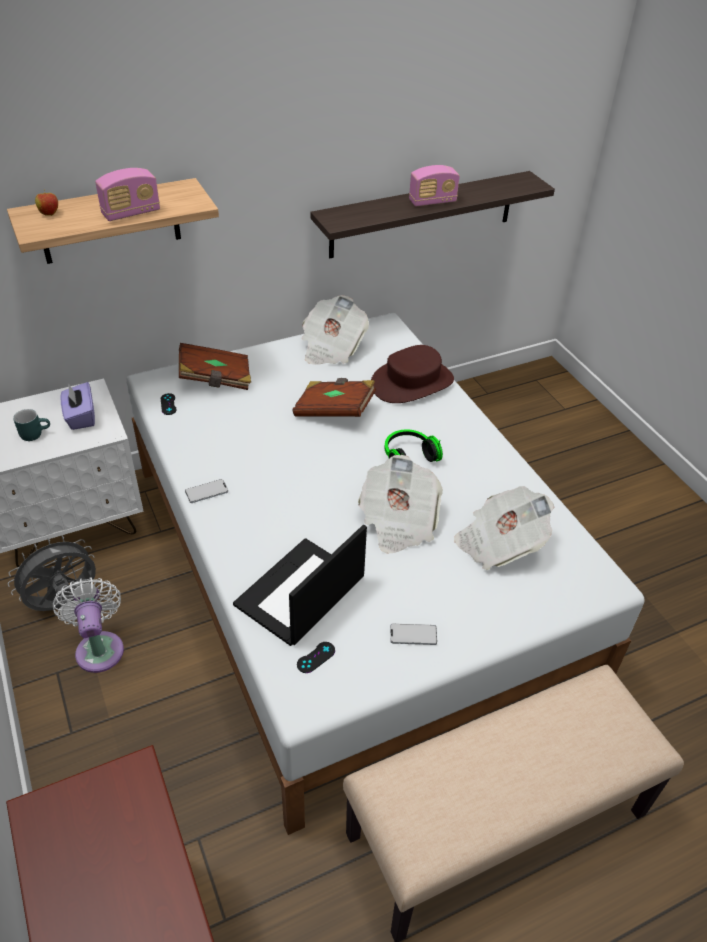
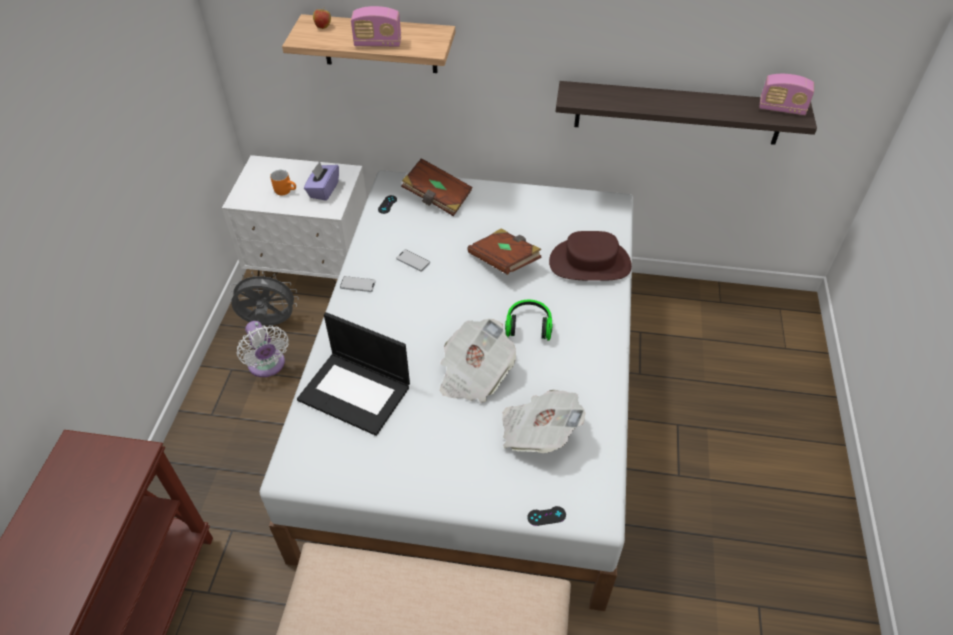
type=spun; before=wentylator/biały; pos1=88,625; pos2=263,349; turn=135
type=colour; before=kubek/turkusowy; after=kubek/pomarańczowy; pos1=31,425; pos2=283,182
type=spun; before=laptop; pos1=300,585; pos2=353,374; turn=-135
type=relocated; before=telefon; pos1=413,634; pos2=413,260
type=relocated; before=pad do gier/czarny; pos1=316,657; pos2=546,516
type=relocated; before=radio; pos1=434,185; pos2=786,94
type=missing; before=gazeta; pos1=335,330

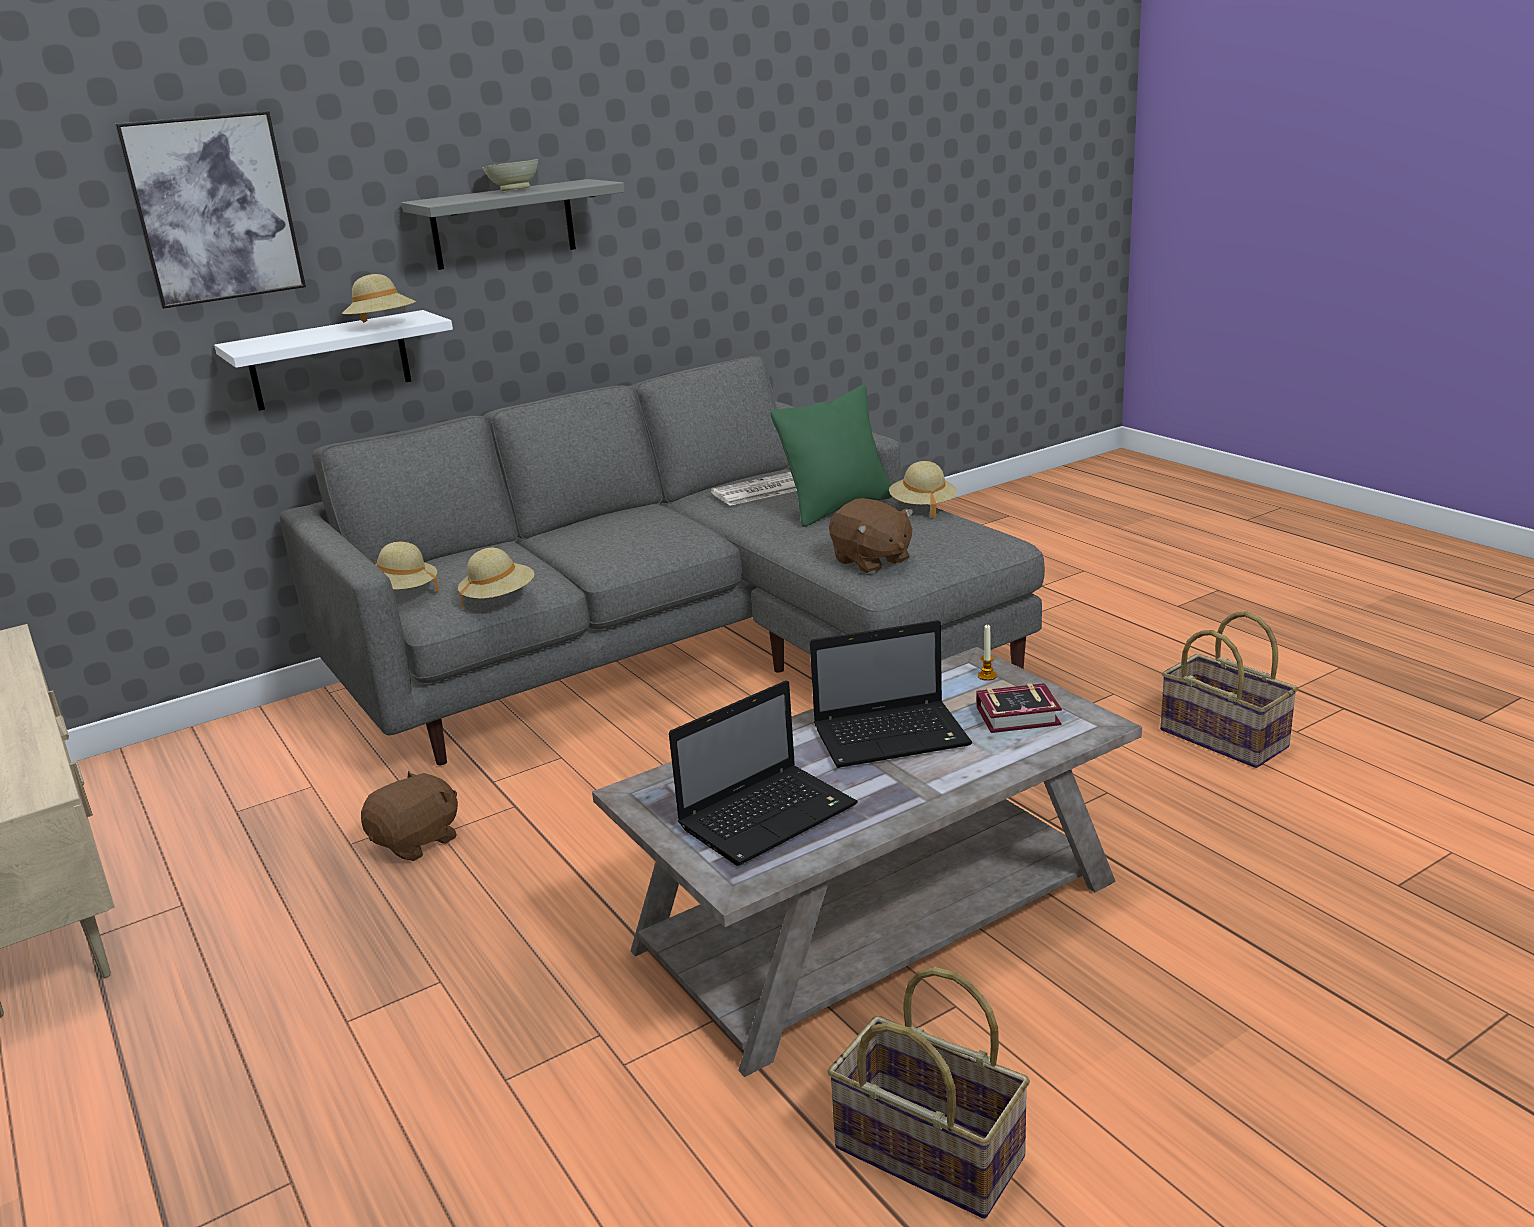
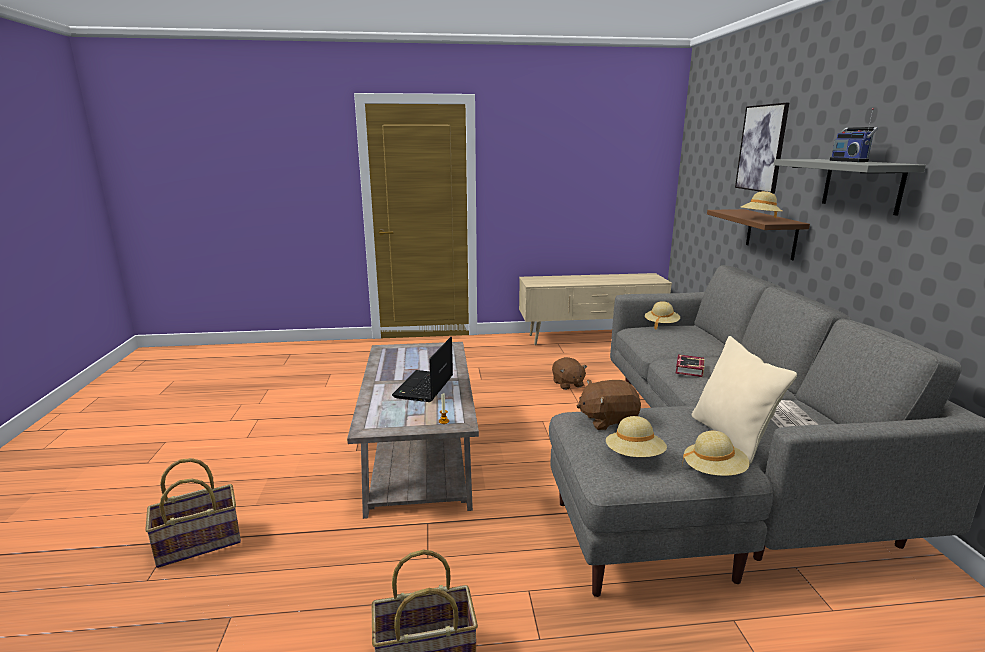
type=relocated; before=koszyk; pos1=928,1093; pos2=193,513
type=relocated; before=kapelusz/beżowy; pos1=496,578; pos2=636,436
type=relocated; before=książka; pos1=1019,708; pos2=690,366
type=colour; before=poduszka/zielony; after=poduszka/beżowy; pos1=831,456; pos2=744,400
type=colour; before=półka/biały; after=półka/brązowy; pos1=333,360; pos2=758,234
type=exchanged; before=miska/beżowy; after=radio; pos1=511,175; pos2=853,135
type=missing; before=laptop; pos1=763,773

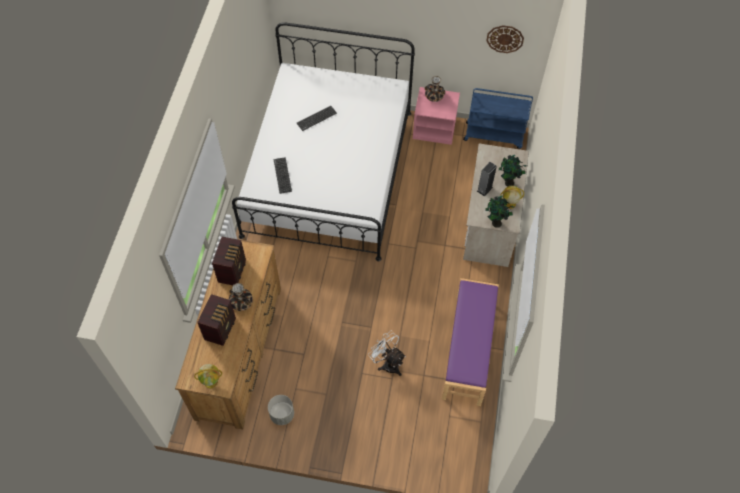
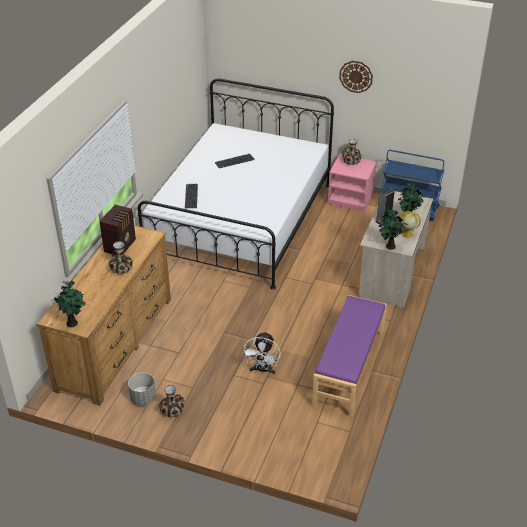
type=exchanged; before=globus; after=roślina doniczkowa; pos1=208,376; pos2=69,304
type=appeared; after=wazon; pos2=171,401
type=spun; before=wentylator/biały; pos1=387,353; pos2=261,352; turn=-135
type=relocated; before=zegar ścienny; pos1=505,39; pos2=356,77
type=missing; before=radio; pos1=216,320

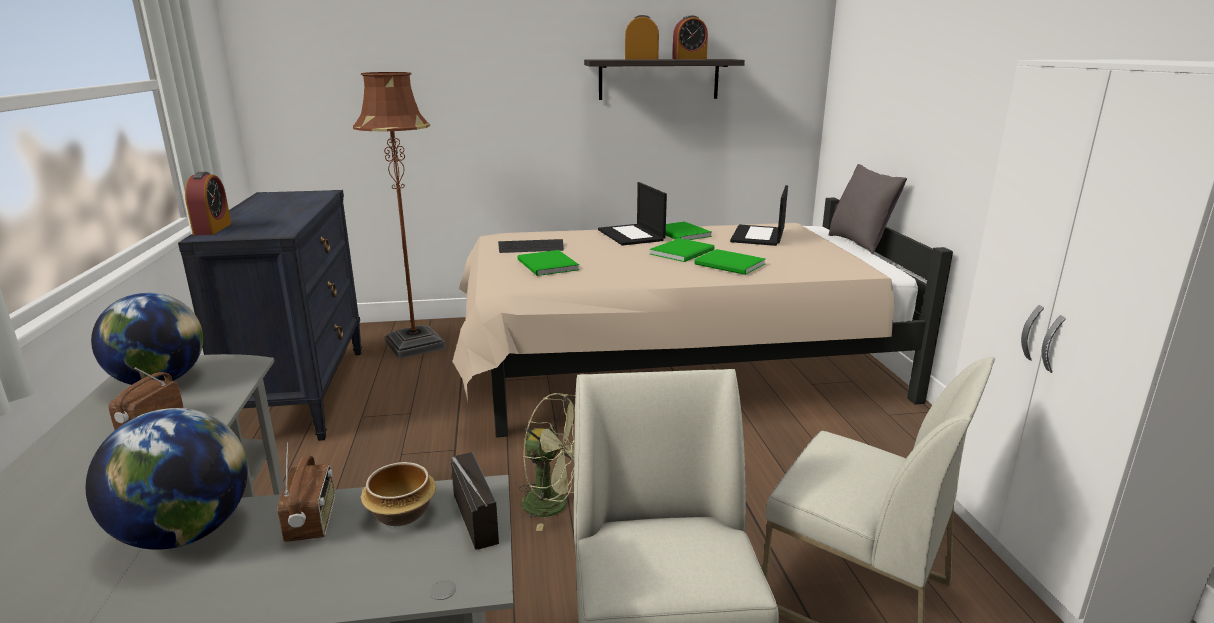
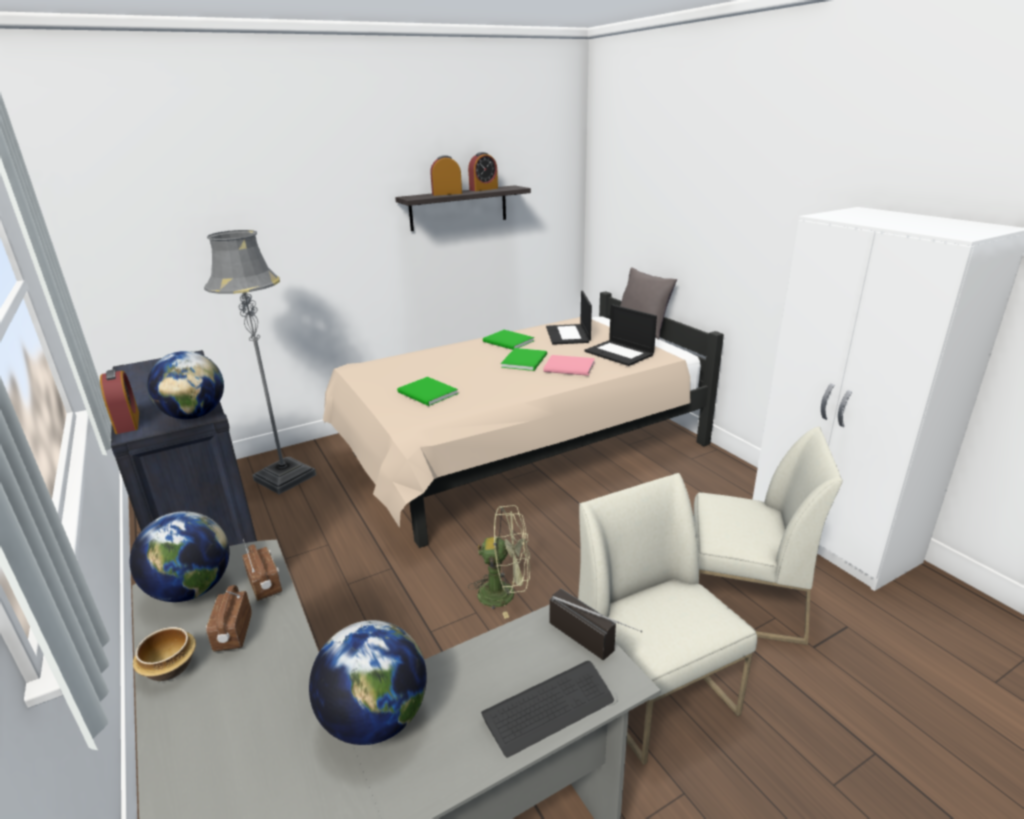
type=relocated; before=miska; pos1=398,494; pos2=164,654
type=appeared; after=globus; pos2=185,385
type=colour; before=lampa stojąca/brązowy; after=lampa stojąca/szary; pos1=399,215; pos2=260,362
type=relocated; before=radio; pos1=306,492; pos2=262,570
type=relocated; before=klawiatura; pos1=531,246; pos2=547,709
type=colour; before=książka/zielony; after=książka/różowy; pos1=730,262; pos2=569,365
type=relocated; before=laptop; pos1=632,214; pos2=621,335

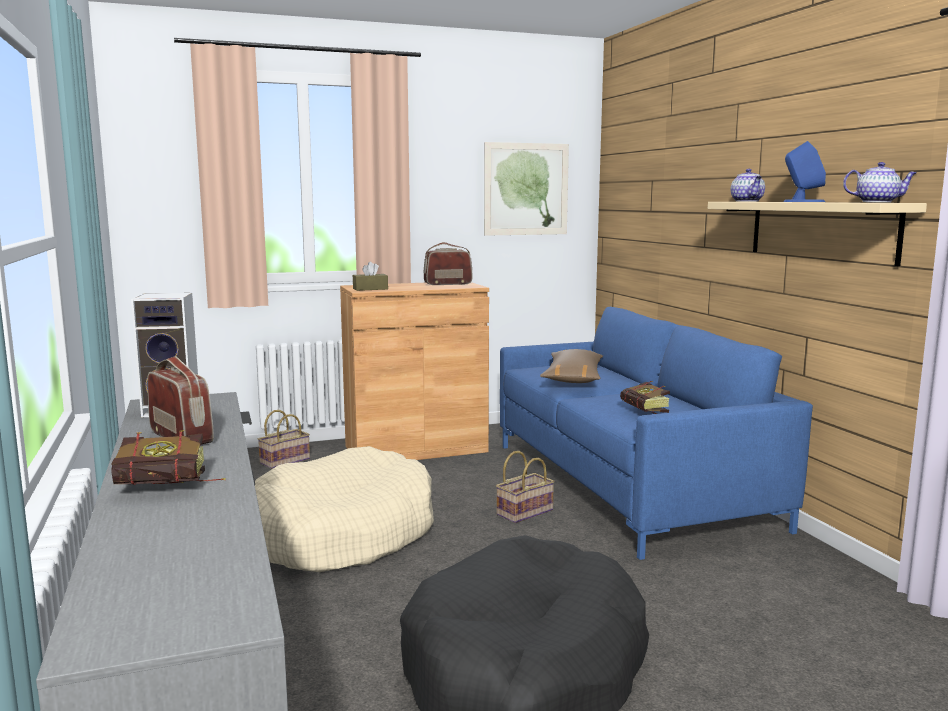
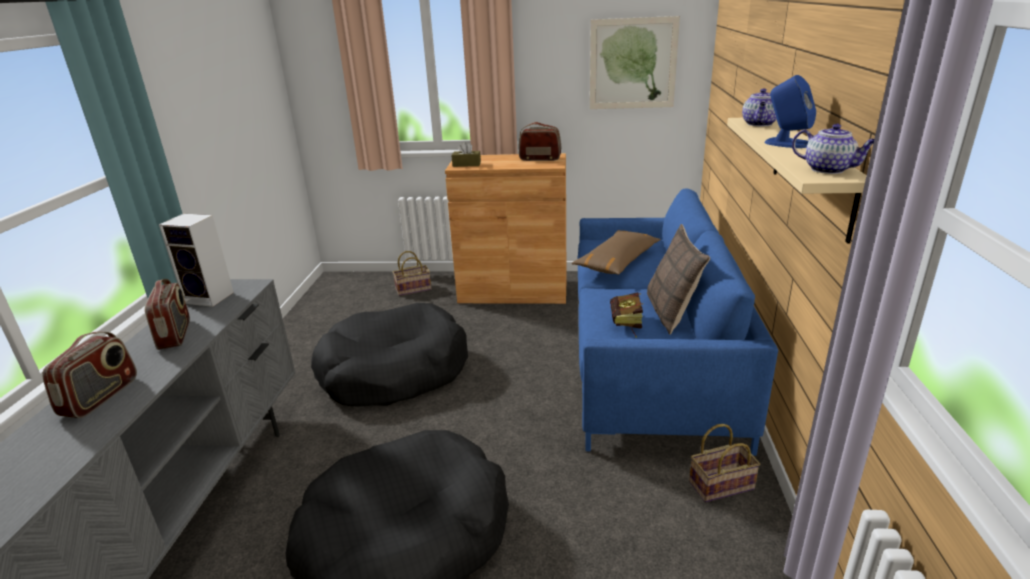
type=exchanged; before=książka; after=radio; pos1=168,457; pos2=89,374
type=colour; before=legowisko/beżowy; after=legowisko/czarny; pos1=344,509; pos2=389,355
type=appeared; after=poduszka; pos2=678,279
type=relocated; before=koszyk; pos1=525,487; pos2=724,463

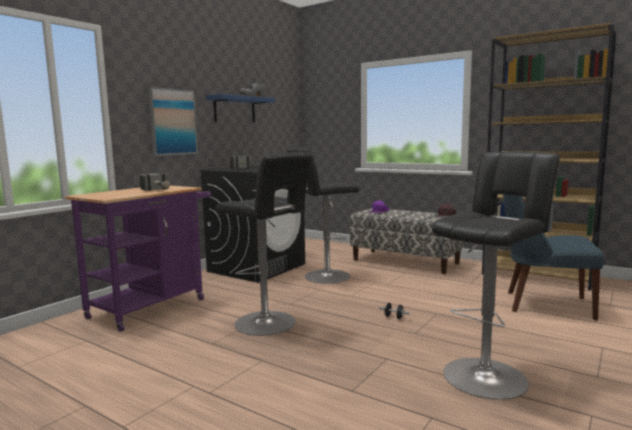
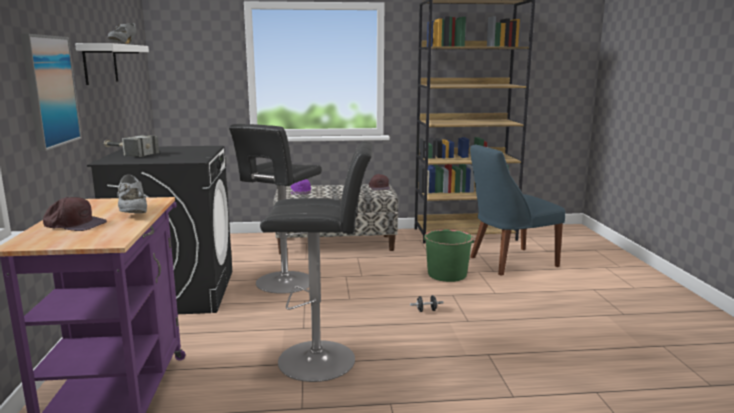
type=appeared; after=czapka z daszkiem/brązowy; pos2=75,214
type=colour; before=półka/niebieski; after=półka/biały; pos1=240,108; pos2=112,64
type=exchanged; before=młotek; after=but/szary; pos1=155,182; pos2=132,193
type=appeared; after=wiadro/zielony; pos2=449,256
type=missing; before=stołek/czarny; pos1=496,276

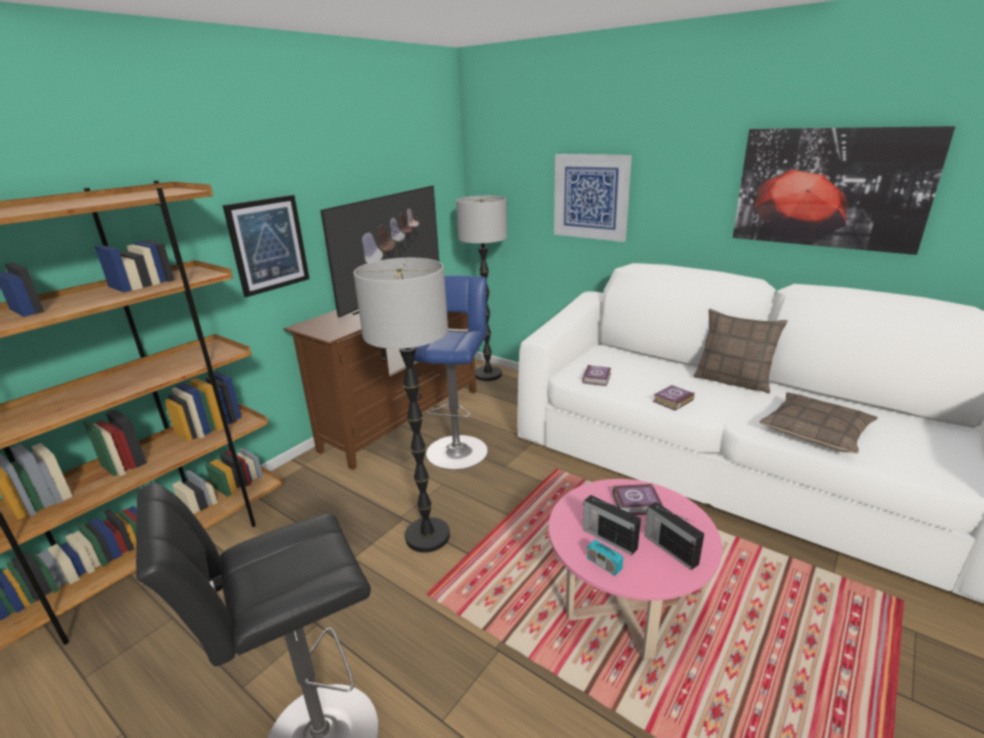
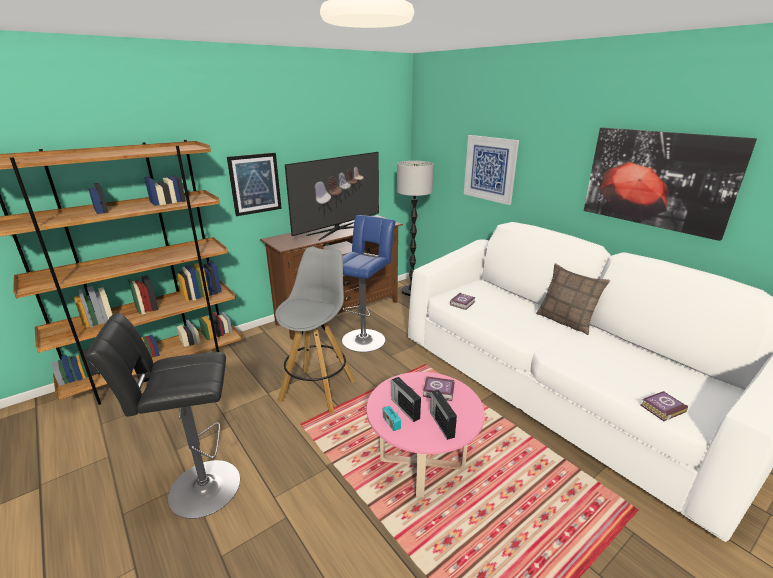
type=exchanged; before=lampa stojąca; after=stołek/szary; pos1=401,405; pos2=315,330
type=relocated; before=książka; pos1=674,398; pos2=664,406
type=missing; before=poduszka; pos1=818,423

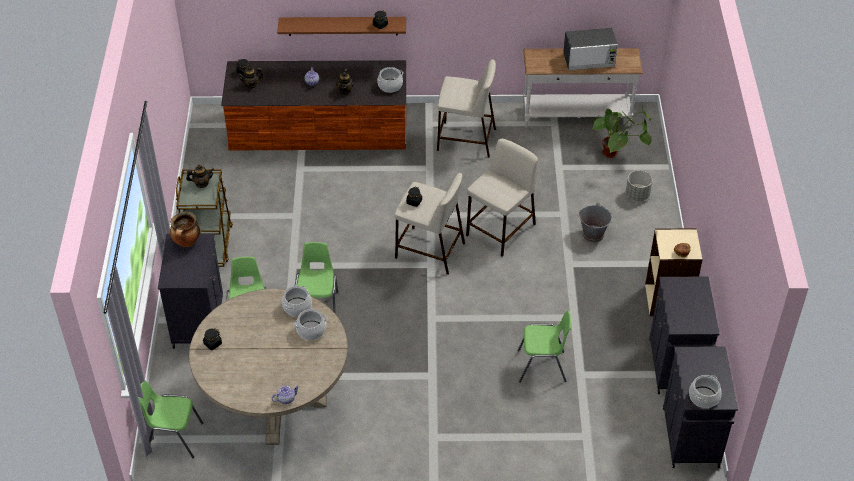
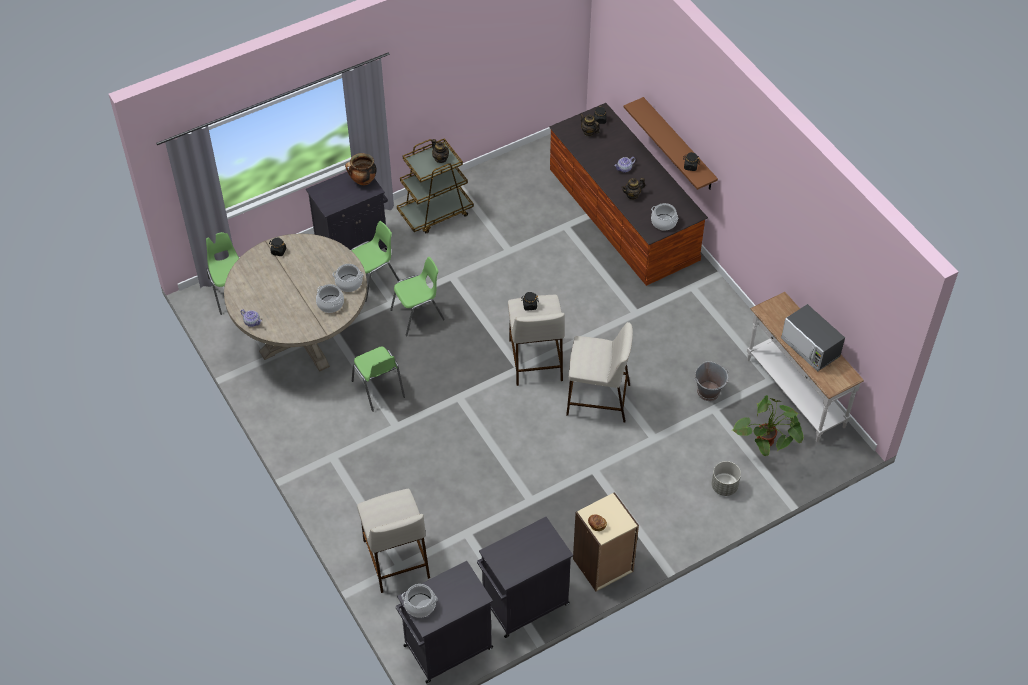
type=relocated; before=krzesło/zielony; pos1=544,347; pos2=378,379
type=relocated; before=stołek/beżowy; pos1=466,108; pos2=393,541
type=relocated; before=wiadro/szary; pos1=595,223; pos2=712,381

